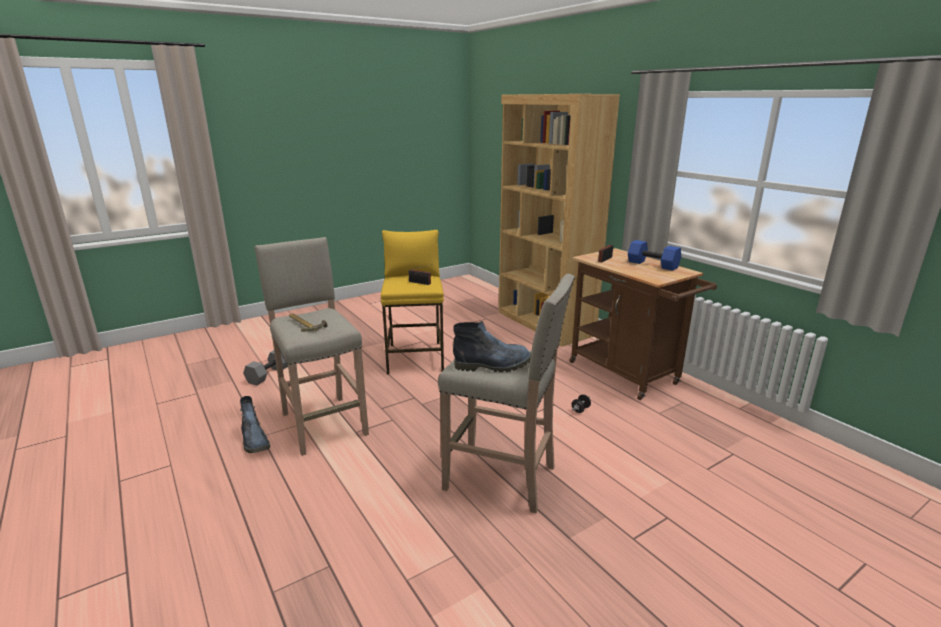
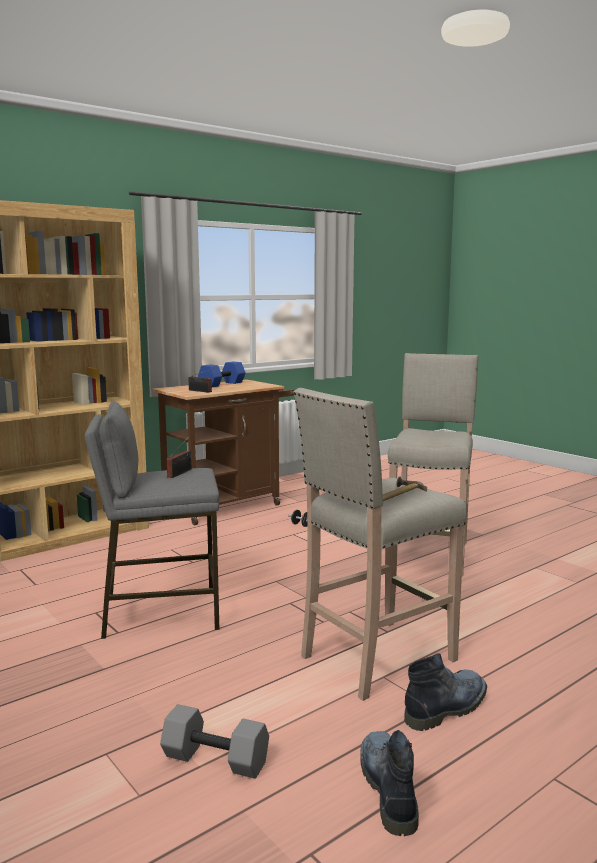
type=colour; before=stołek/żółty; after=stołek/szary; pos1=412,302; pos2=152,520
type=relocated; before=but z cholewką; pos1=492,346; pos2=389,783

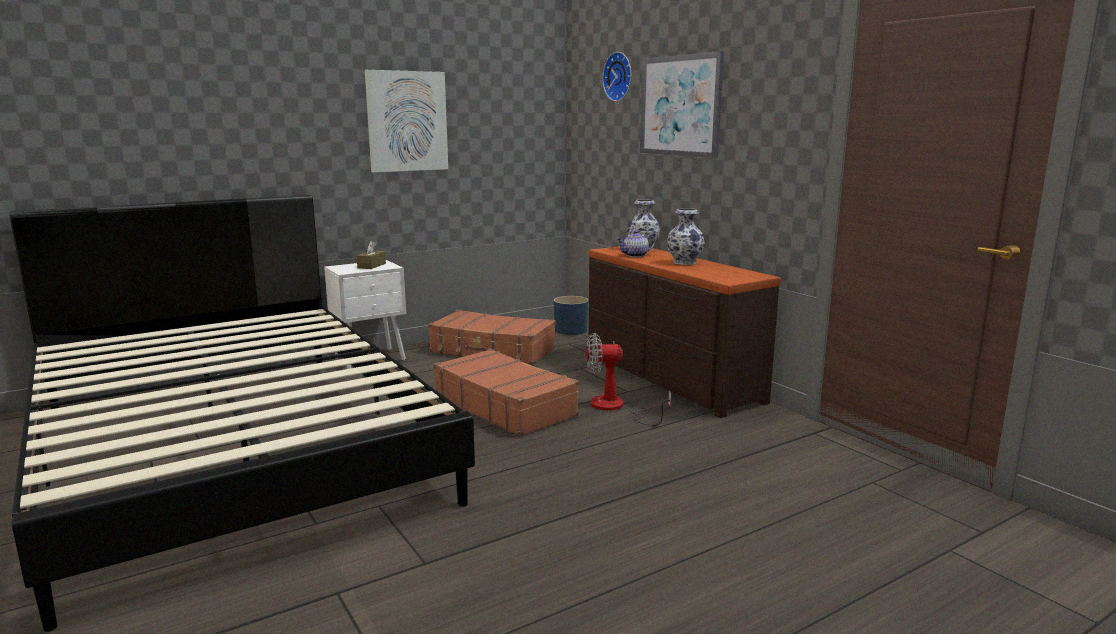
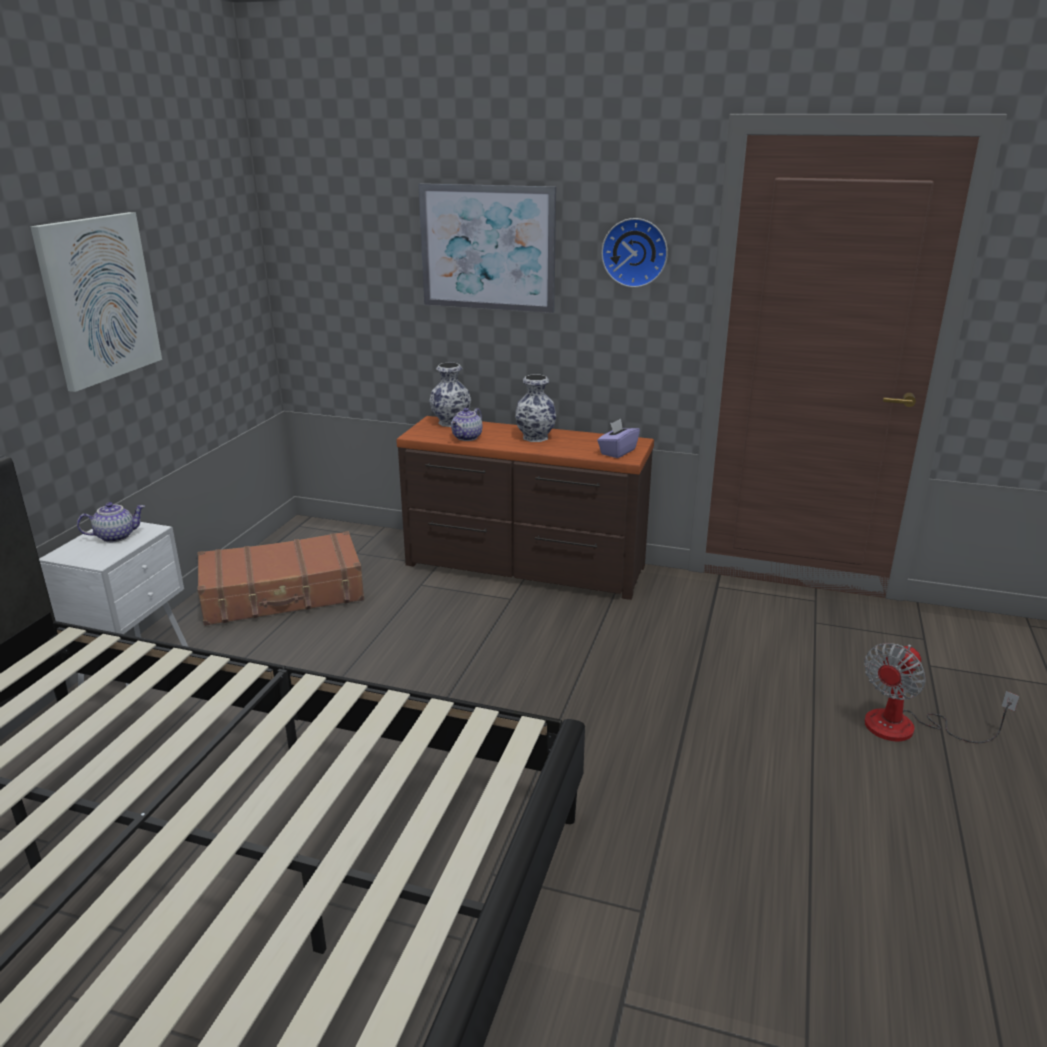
type=exchanged; before=pudełko chusteczek/brązowy; after=imbryk; pos1=371,255; pos2=111,522
type=appeared; after=pudełko chusteczek/fioletowy; pos2=618,438
type=relocated; before=zegar ścienny; pos1=616,76; pos2=634,253
type=relocated; before=wentylator; pos1=628,379; pos2=941,693
type=missing; before=walizka/brązowy; pos1=506,393
type=missing; before=donica/niebieski; pos1=571,315

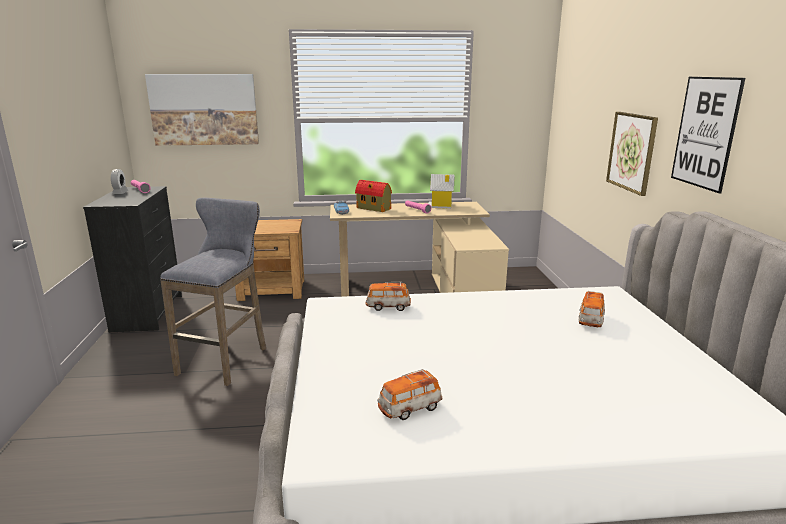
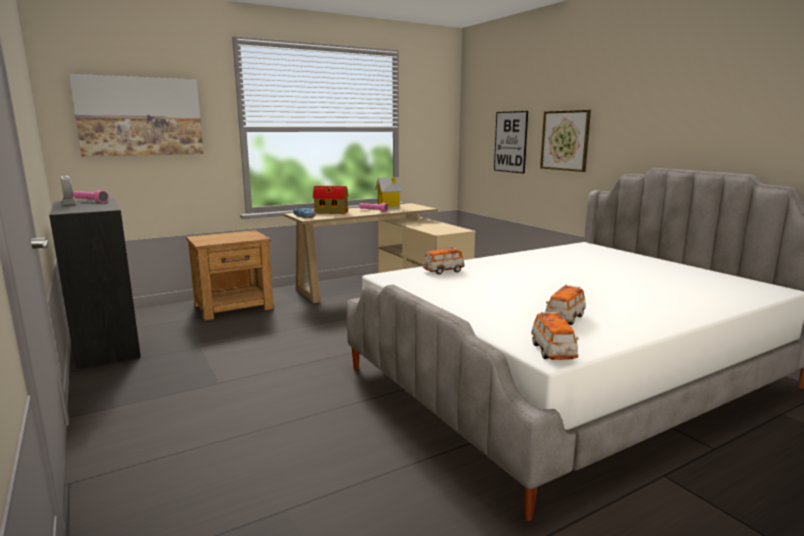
type=relocated; before=obraz; pos1=708,135; pos2=511,142
type=relocated; before=samochodzik; pos1=592,309; pos2=555,336
type=missing; before=stołek/szary; pos1=213,292

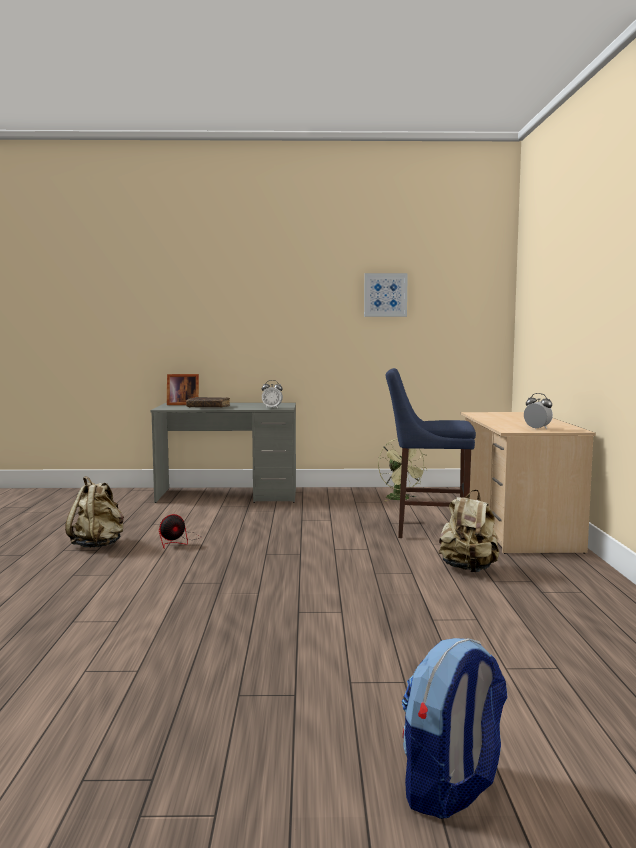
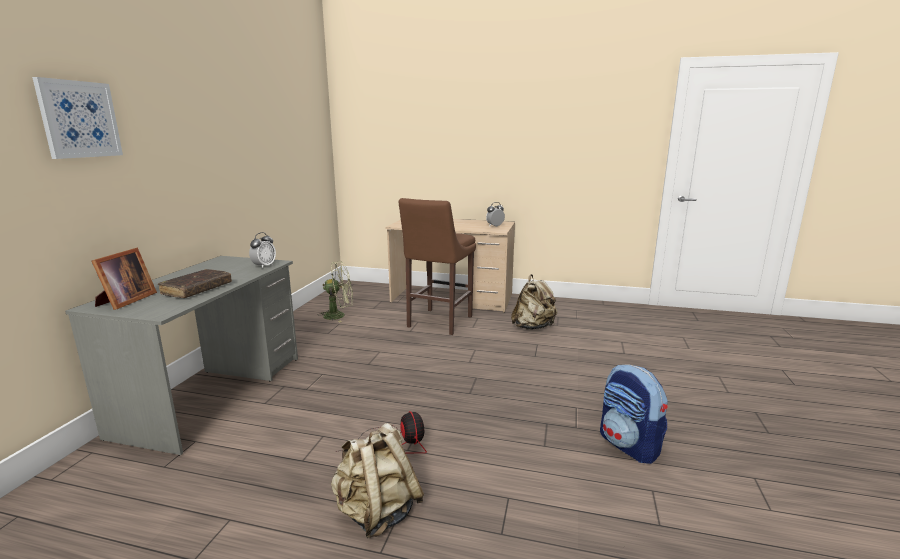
type=relocated; before=obraz; pos1=386,295; pos2=77,118
type=colour; before=stołek/niebieski; after=stołek/brązowy; pos1=431,453; pos2=437,266
type=relocated; before=plecak; pos1=454,728; pos2=634,414

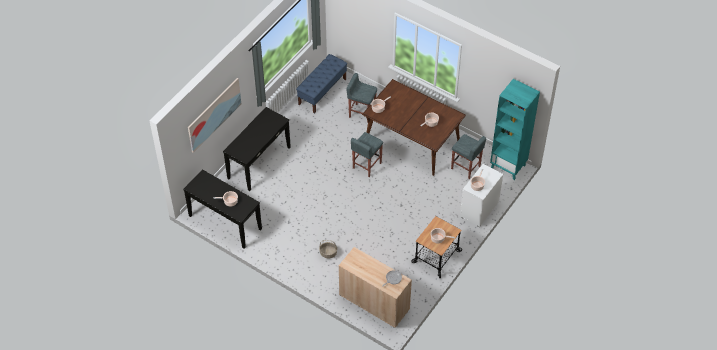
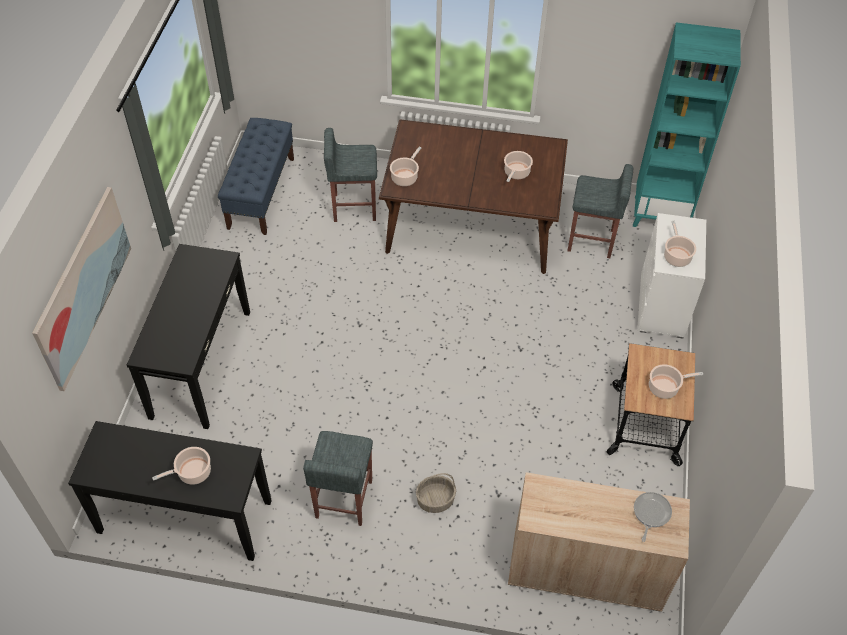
type=relocated; before=stołek/szary; pos1=367,154; pos2=338,478

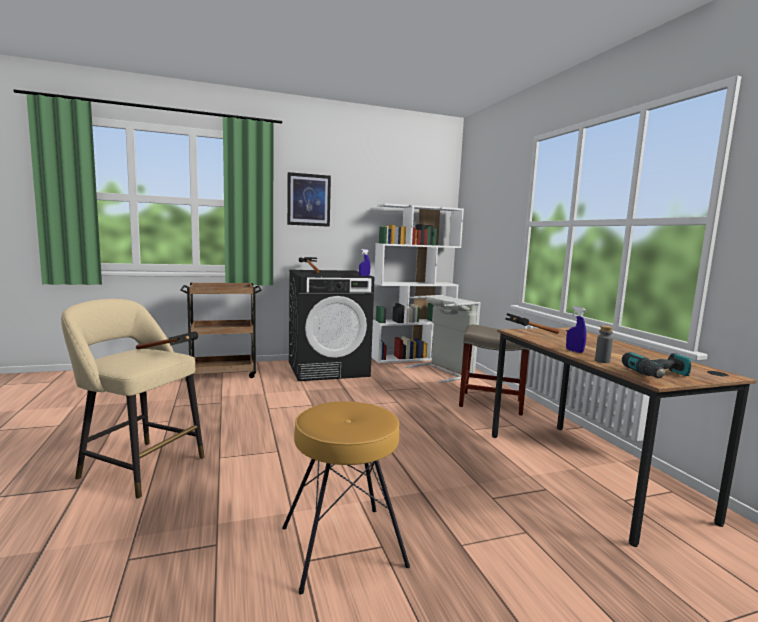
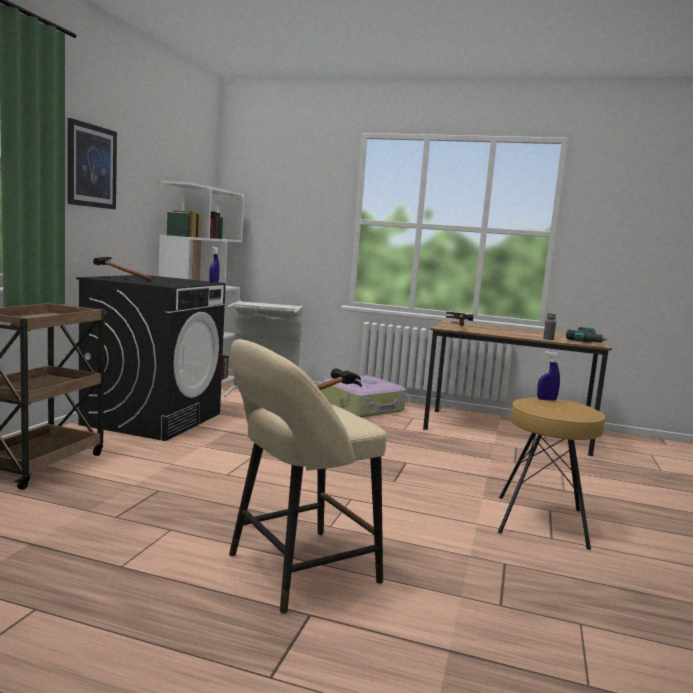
type=exchanged; before=stołek/beżowy; after=walizka; pos1=494,370; pos2=364,396
type=relocated; before=spryskiwacz/niebieski; pos1=576,329; pos2=548,376

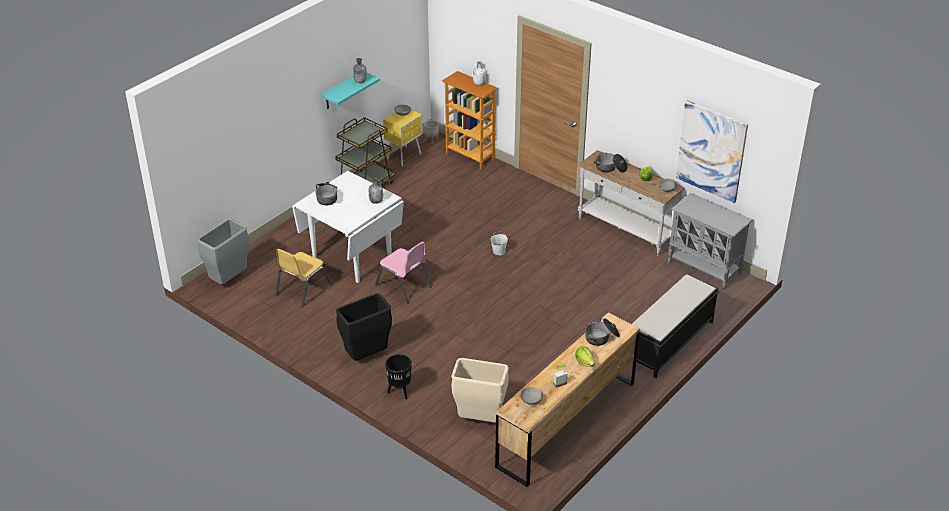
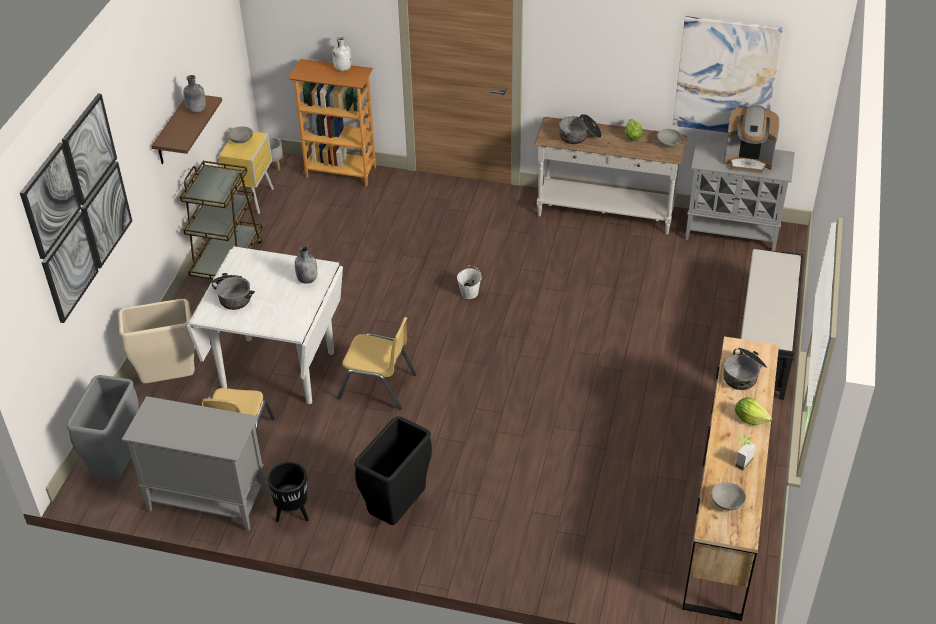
type=appeared; after=obraz; pos2=76,208
type=relocated; before=kosz na śmieci/beżowy; pos1=480,390; pos2=156,341
type=appeared; after=szafka/szary; pos2=194,463
type=colour; before=półka/turkusowy; after=półka/brązowy; pos1=350,91; pos2=186,129
type=relocated; before=donica/czarny; pos1=398,376; pos2=288,492
type=colour; before=krzesło/różowy; after=krzesło/żółty; pos1=403,272; pos2=377,363
type=appeared; after=ekspres do kawy; pos2=751,139

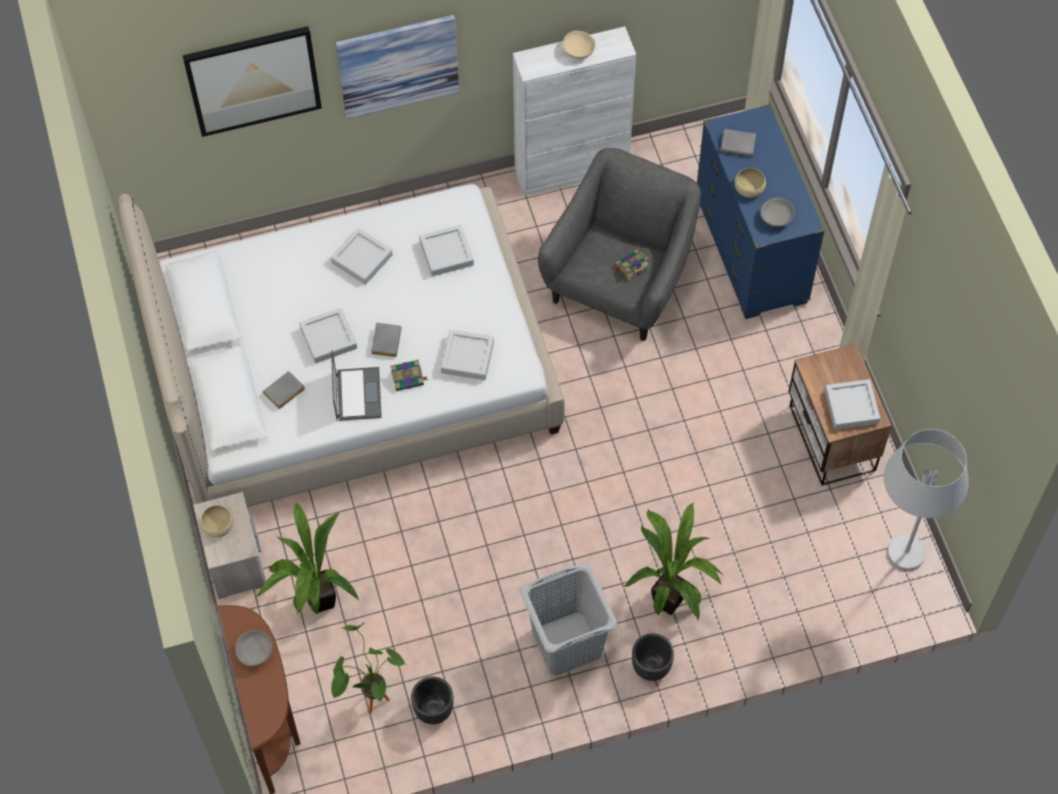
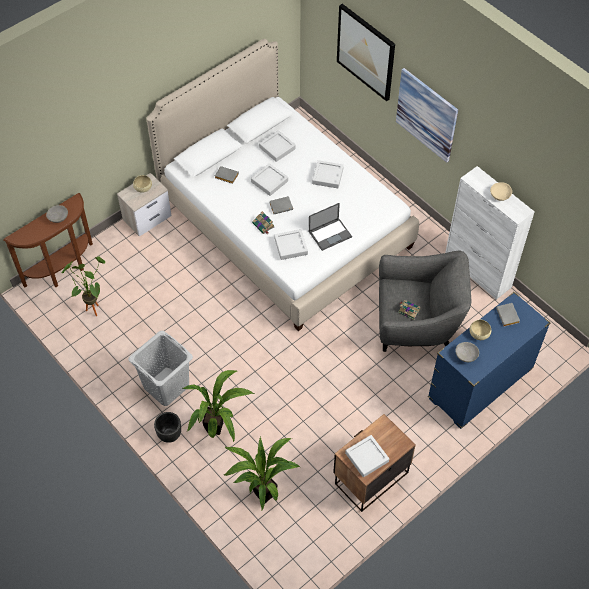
type=relocated; before=roślina doniczkowa; pos1=307,558; pos2=262,473
type=relocated; before=taca/szary; pos1=446,250; pos2=277,146
type=relocated; before=laptop; pos1=356,385; pos2=330,227
type=missing; before=donica/czarny; pos1=432,700
type=missing; before=lampa stojąca/biały; pos1=926,499

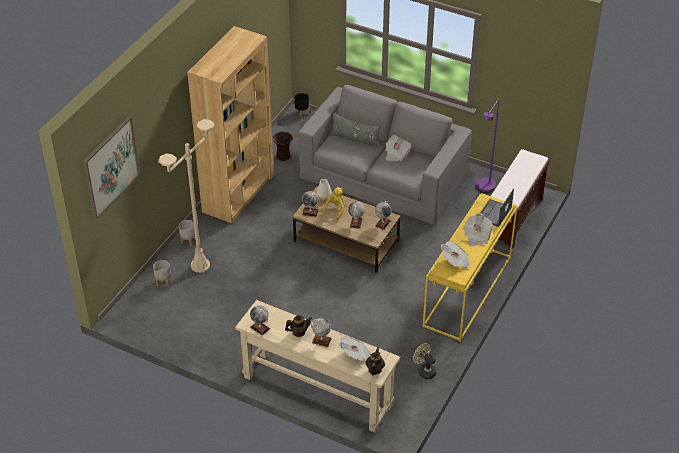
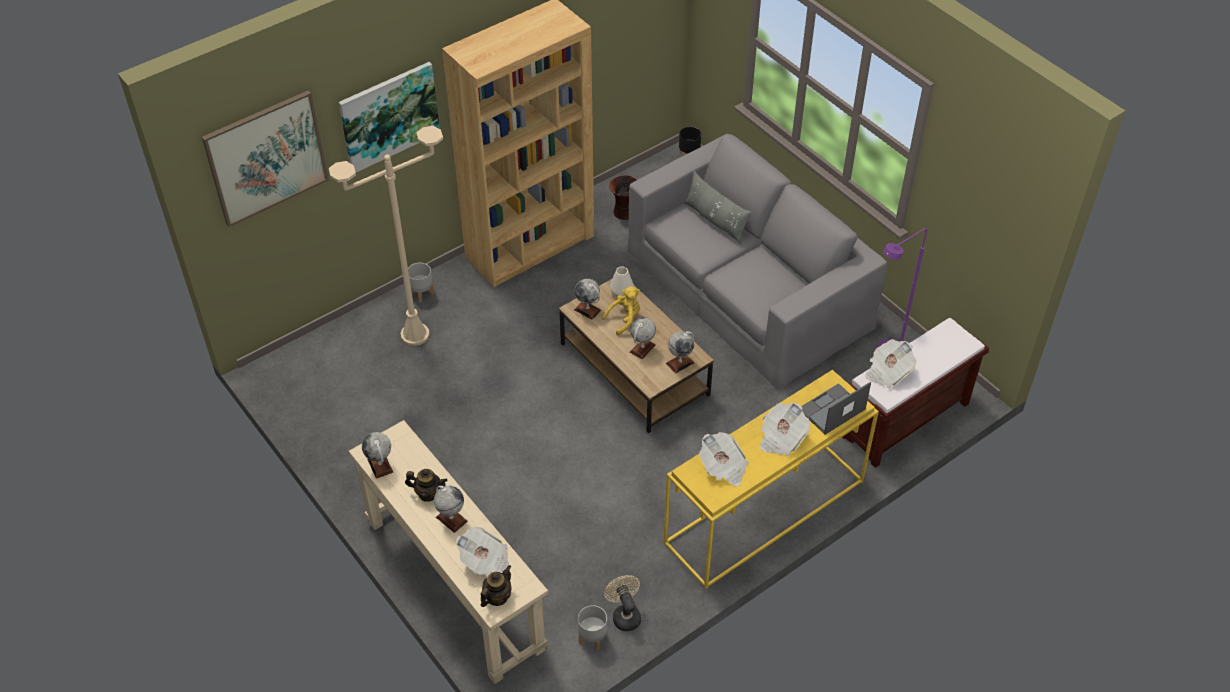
type=appeared; after=obraz; pos2=389,117
type=relocated; before=donica/szary; pos1=162,273; pos2=592,628
type=relocated; before=gazeta; pos1=398,148; pos2=890,363

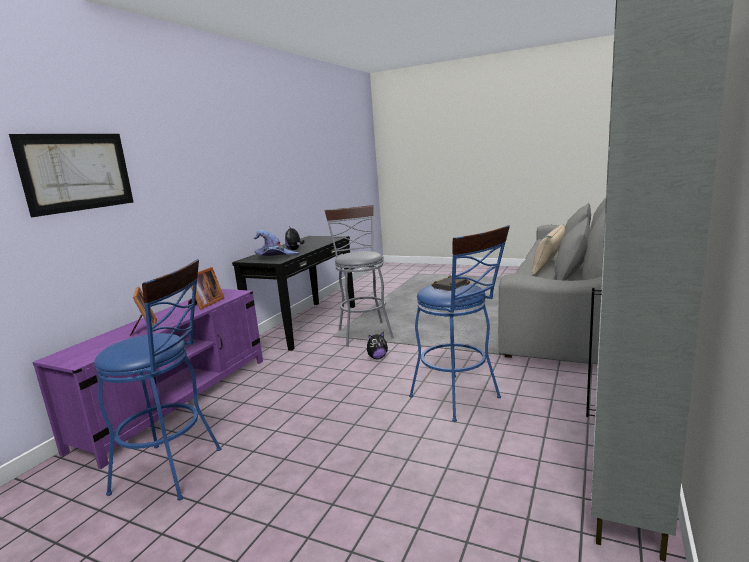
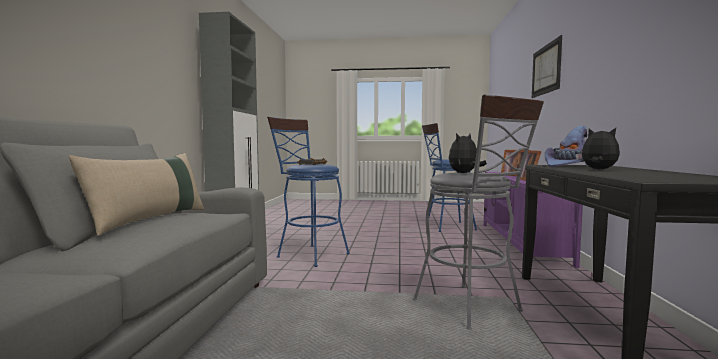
type=relocated; before=pluszak; pos1=377,345; pos2=468,153

